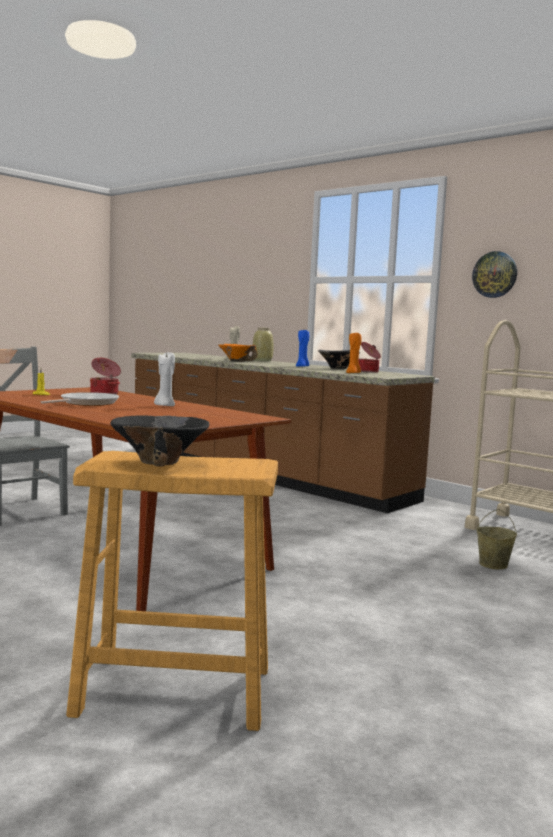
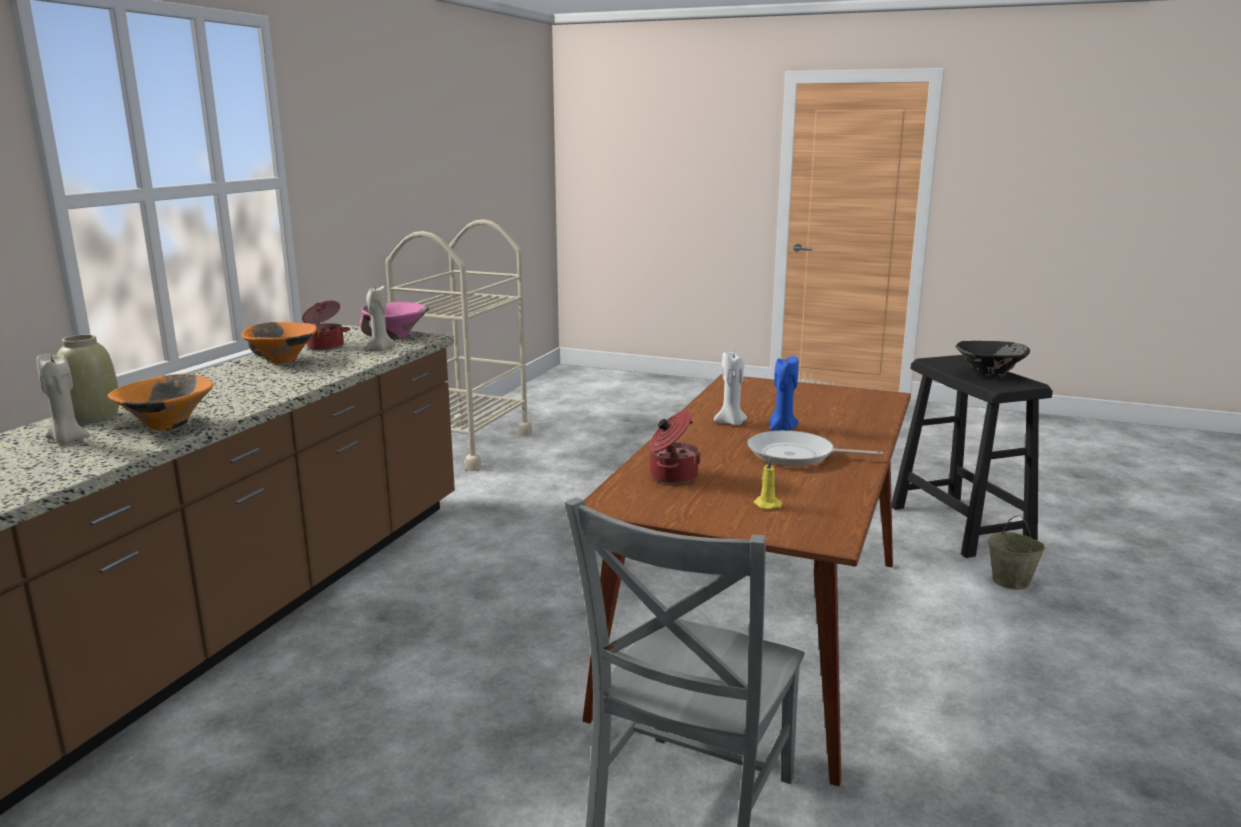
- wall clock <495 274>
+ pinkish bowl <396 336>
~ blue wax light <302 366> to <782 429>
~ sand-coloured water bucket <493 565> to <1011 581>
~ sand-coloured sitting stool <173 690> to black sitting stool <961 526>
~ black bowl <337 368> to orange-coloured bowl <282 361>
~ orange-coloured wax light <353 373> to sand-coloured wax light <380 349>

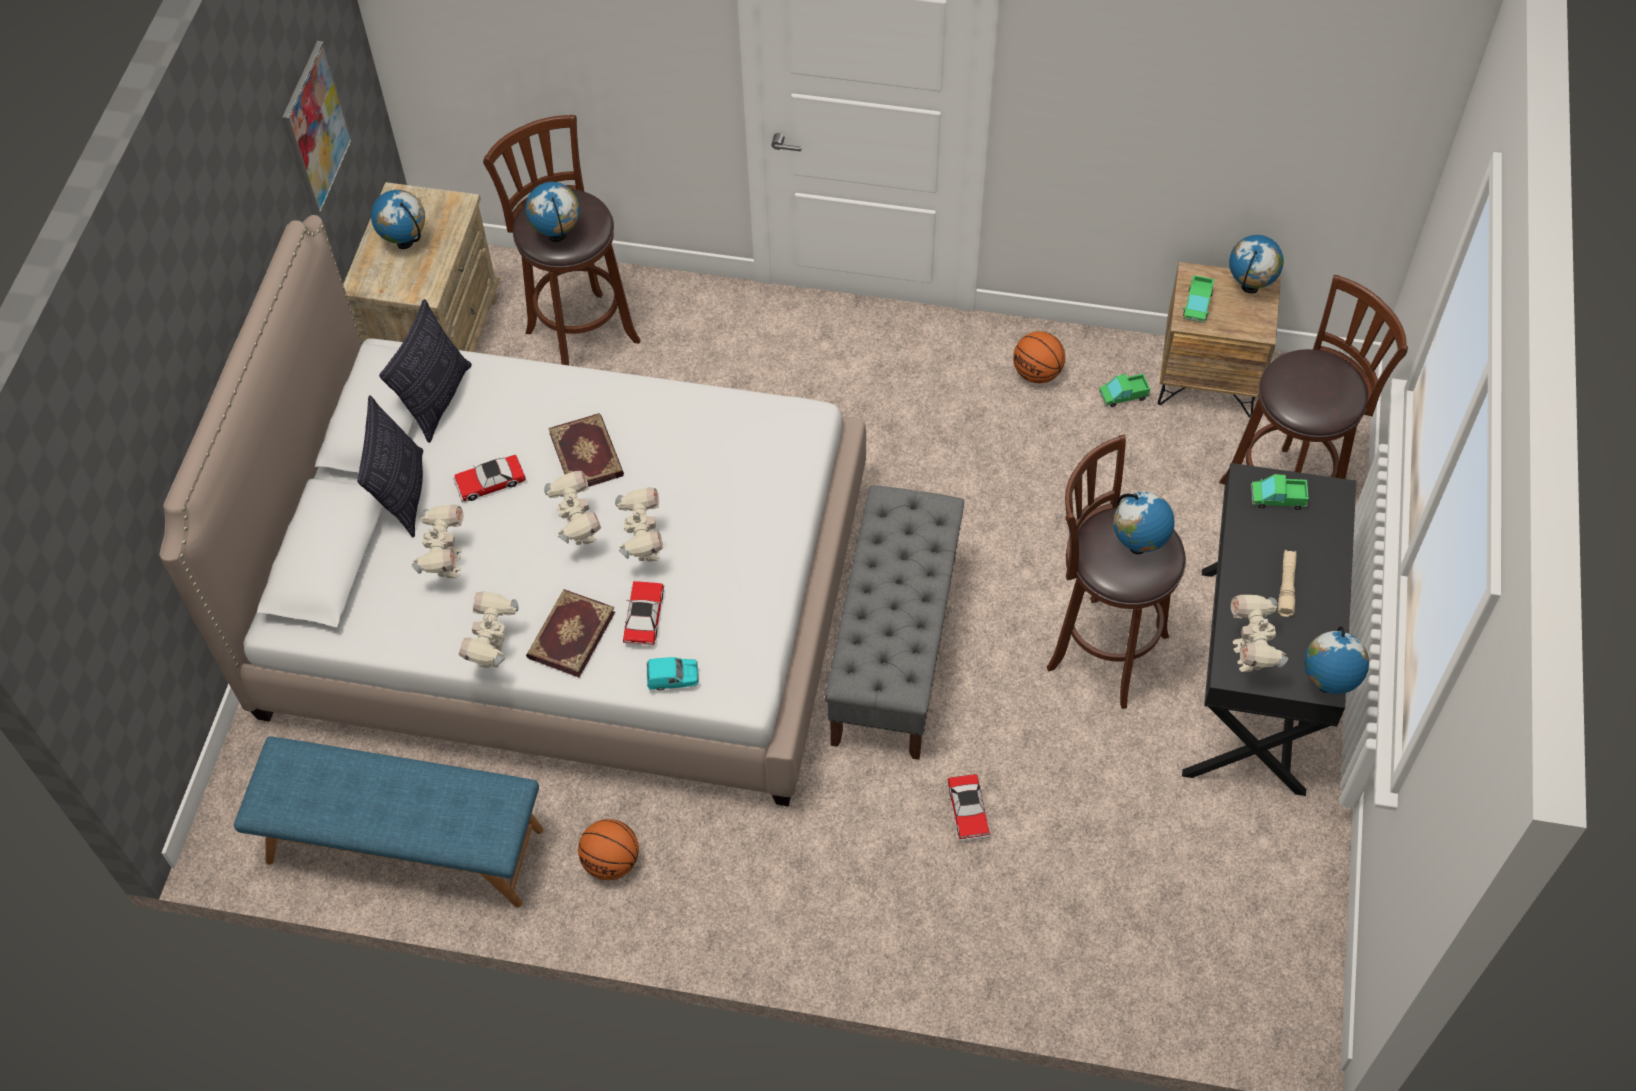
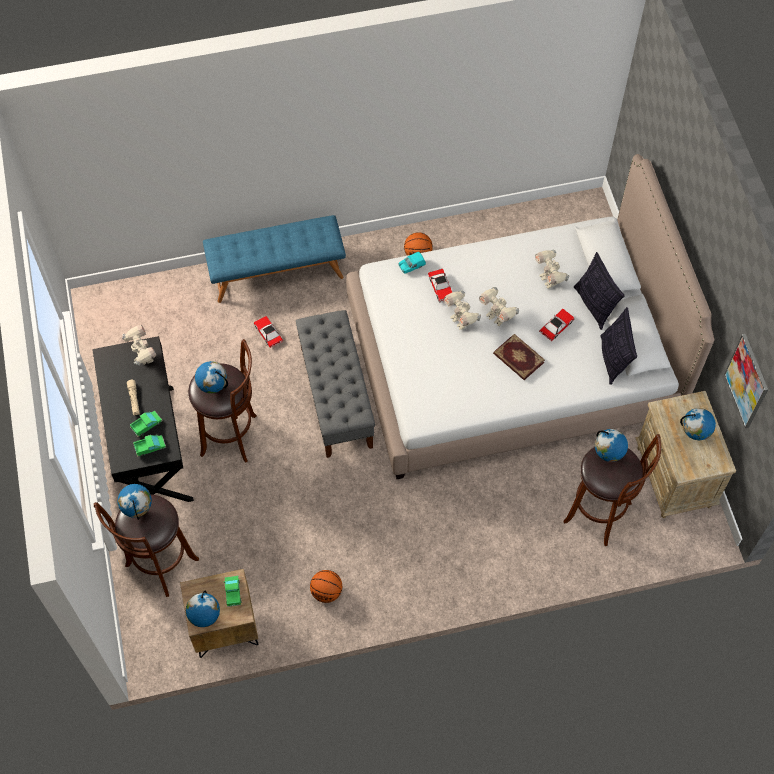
- toy robot <495 653>
- bound book <570 634>
~ blue long seat <404 846> to <277 272>
~ toy truck <1123 395> to <146 425>
~ globe <1326 685> to <138 510>

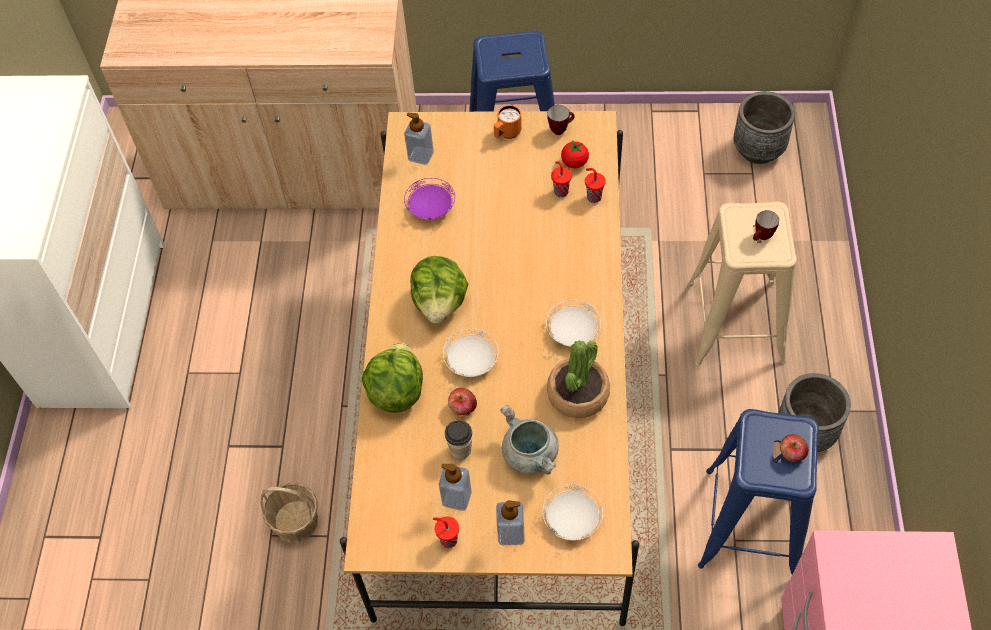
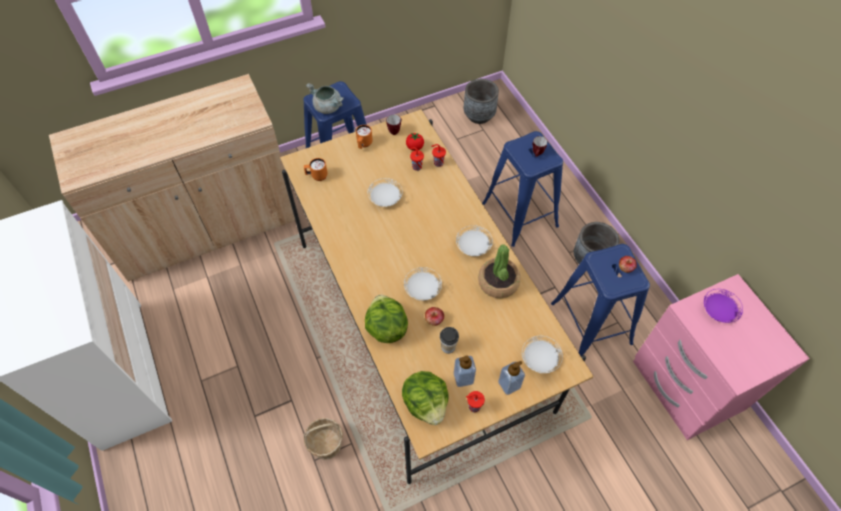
+ whitish dinner plate <385 199>
~ purple-coloured dinner plate <431 208> to <718 311>
~ lettuce head <440 303> to <426 403>
~ greyish cooking pot <531 455> to <328 107>
~ soap bottle <421 156> to orange-coloured coffee mug <317 176>
~ sand-coloured sitting stool <735 321> to blue sitting stool <519 214>

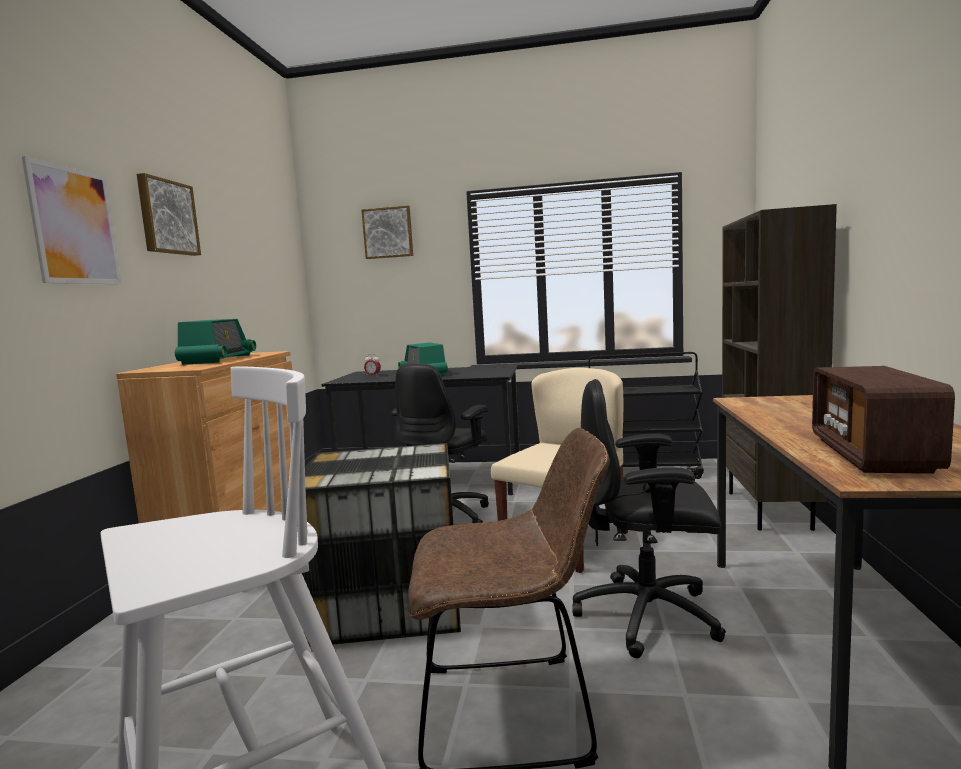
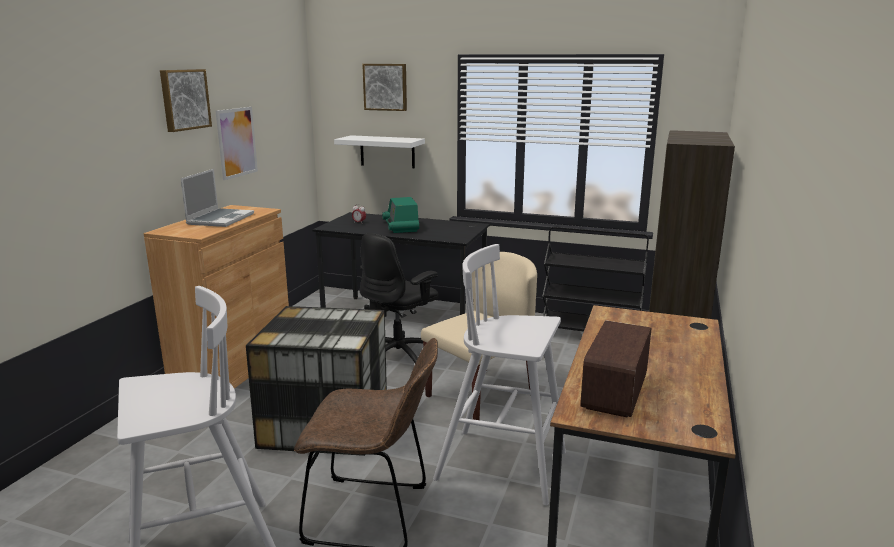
+ whitish wall shelf <387 151>
~ wall picture <74 226> to <237 142>
~ radio set <218 359> to portable computer <220 219>
~ black desk chair <649 616> to whitish sitting stool <504 466>

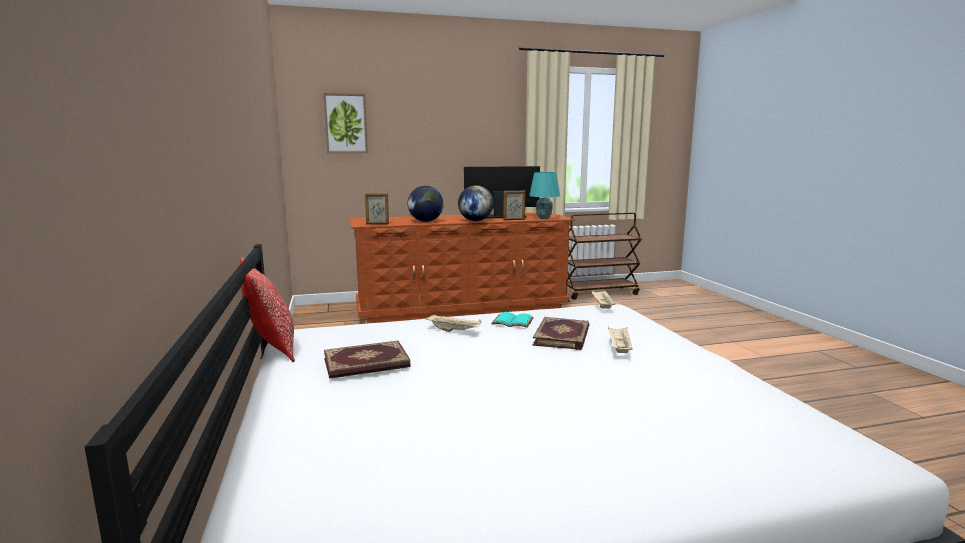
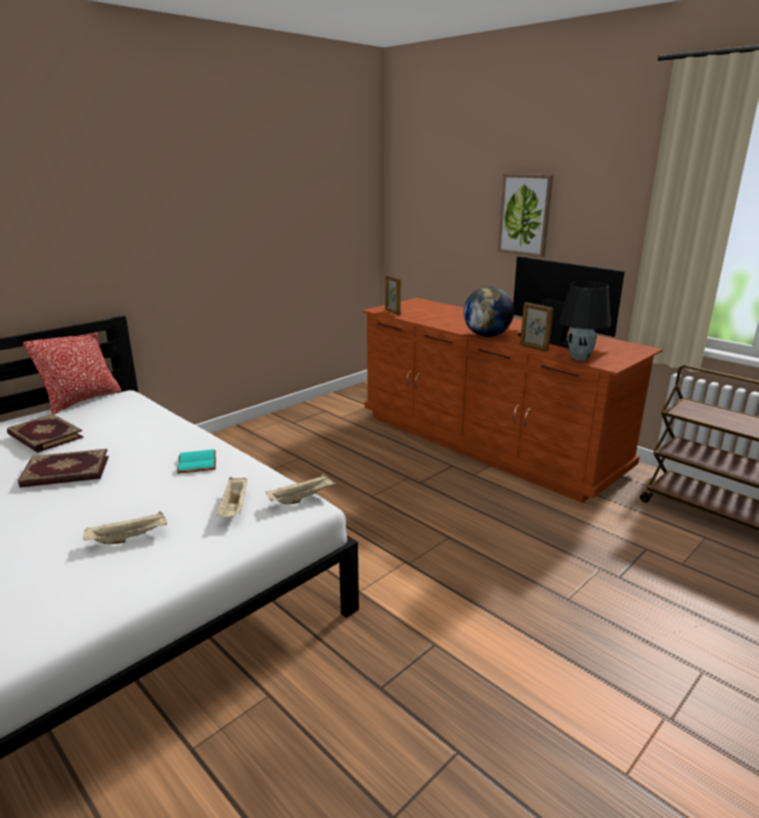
- globe <425 221>
~ wall picture <346 123> to <525 215>
~ sand-coloured tray <454 331> to <234 508>
~ bound book <563 336> to <66 472>
~ turquoise table lamp <544 218> to black table lamp <580 358>

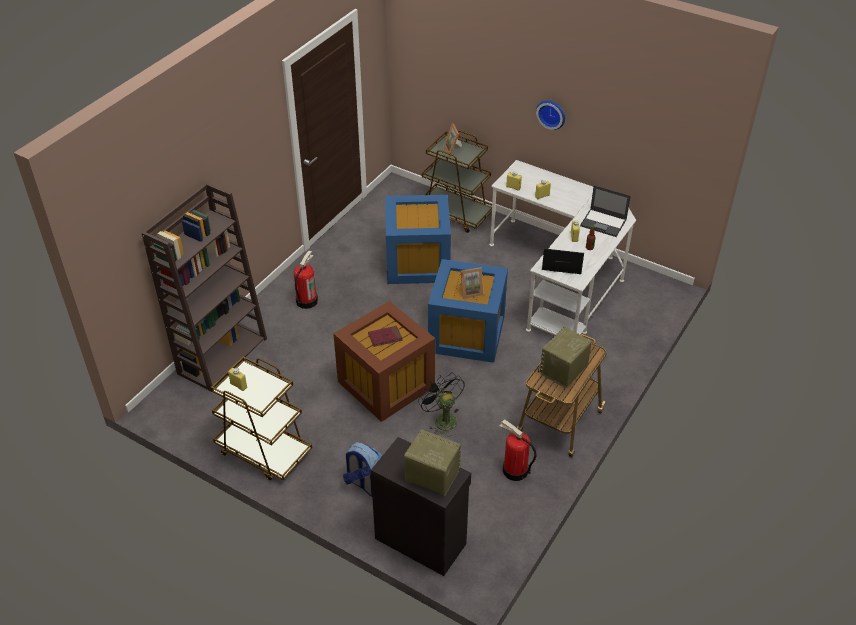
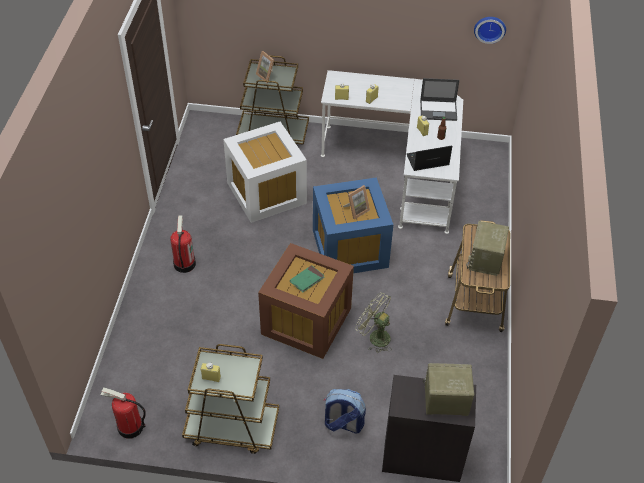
- brown bookshelf <222 355>
~ fire extinguisher <514 470> to <130 427>
~ wall clock <551 113> to <490 28>
~ red-coloured bound book <385 337> to greenish bound book <307 280>
~ blue storage box <418 262> to whitish storage box <267 192>
~ black electric fan <442 419> to greenish electric fan <375 337>

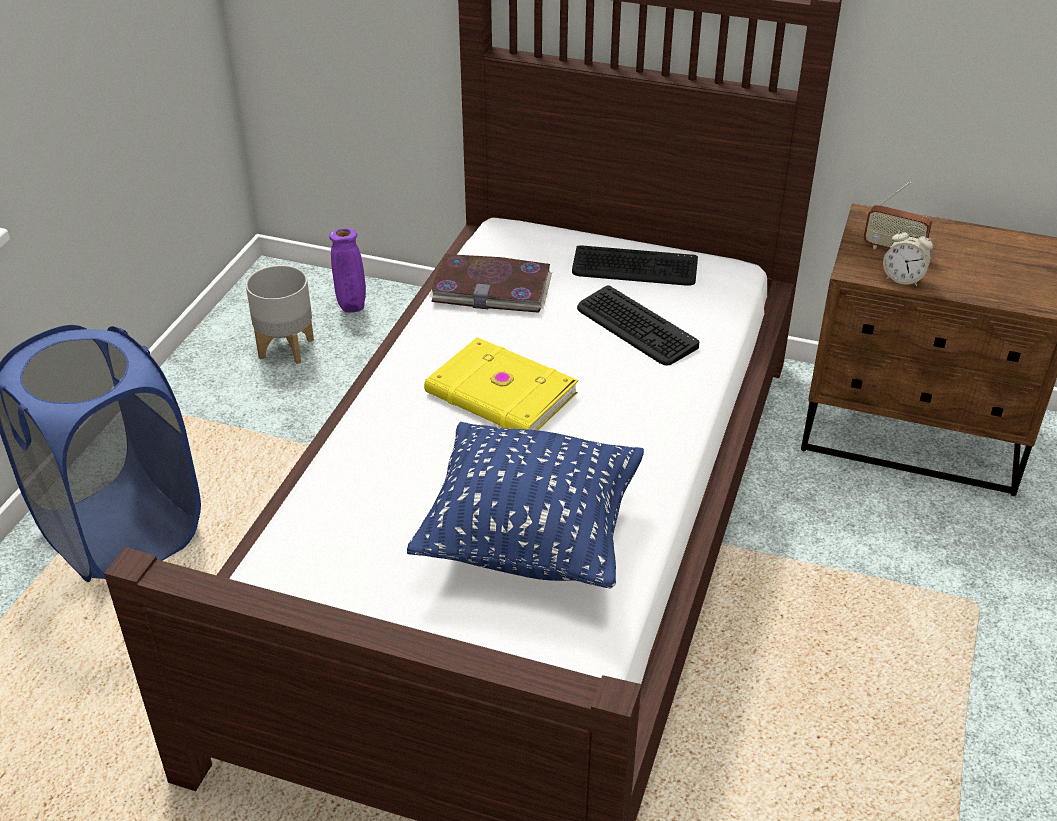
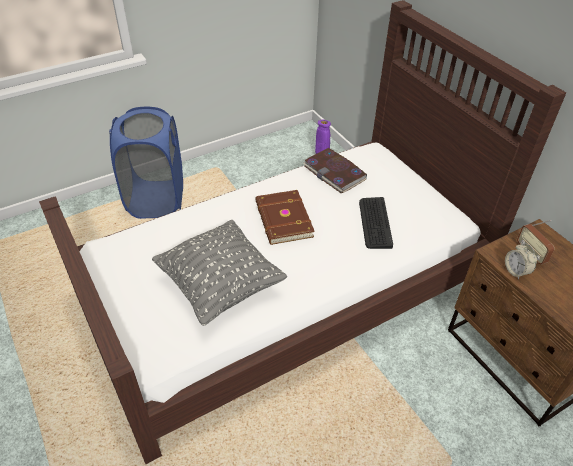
- greyish flower pot <286 348>
- PC keyboard <634 268>
~ blue throw pillow <530 539> to greyish throw pillow <220 286>
~ yellowish bound book <500 395> to brown bound book <282 220>

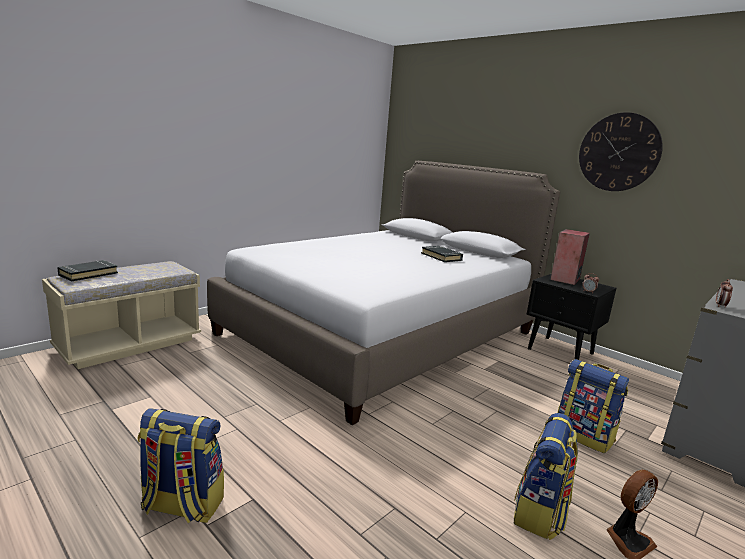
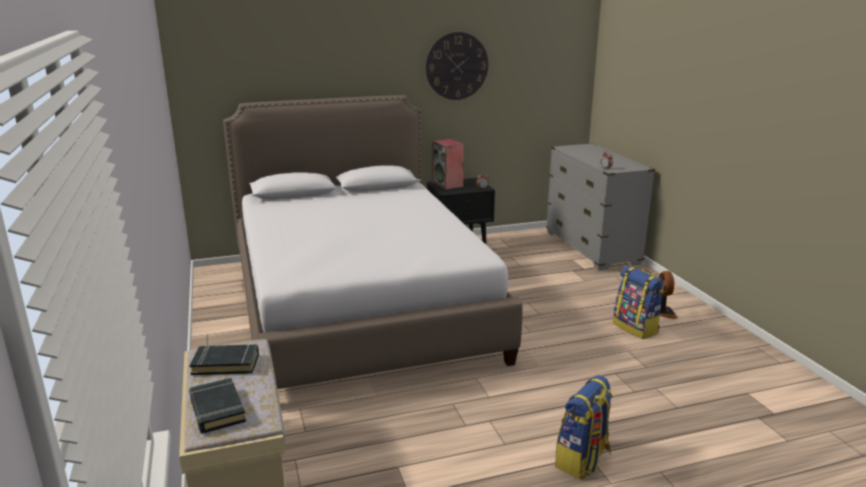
- knapsack <584 436>
~ black bound book <441 257> to <226 364>

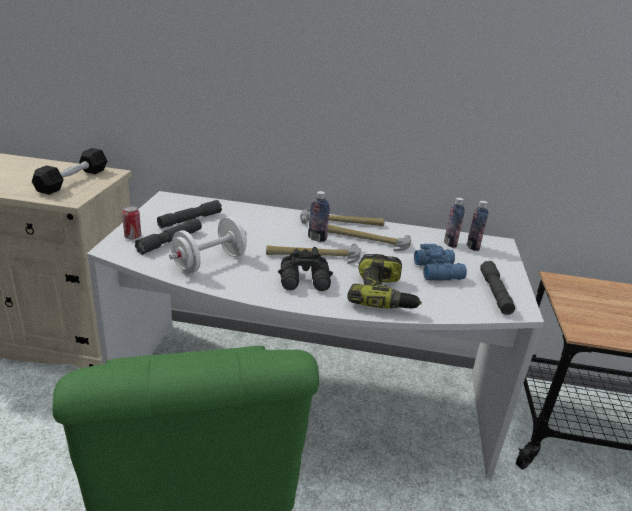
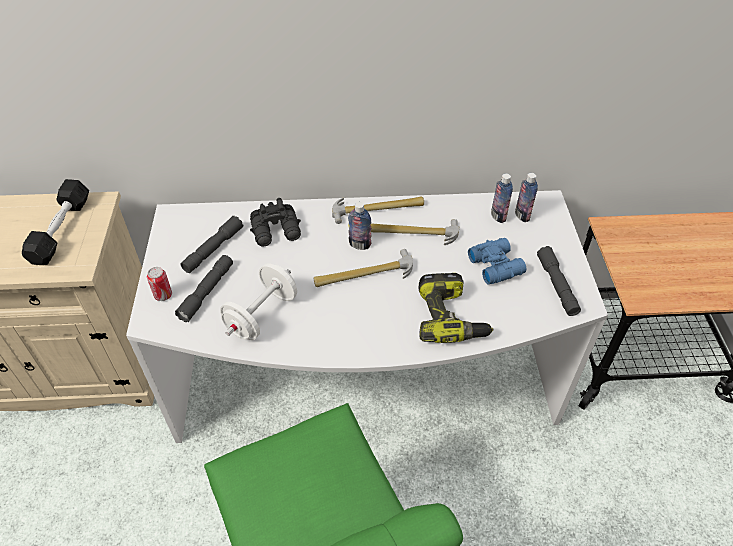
~ black field glasses <305 281> to <277 231>

